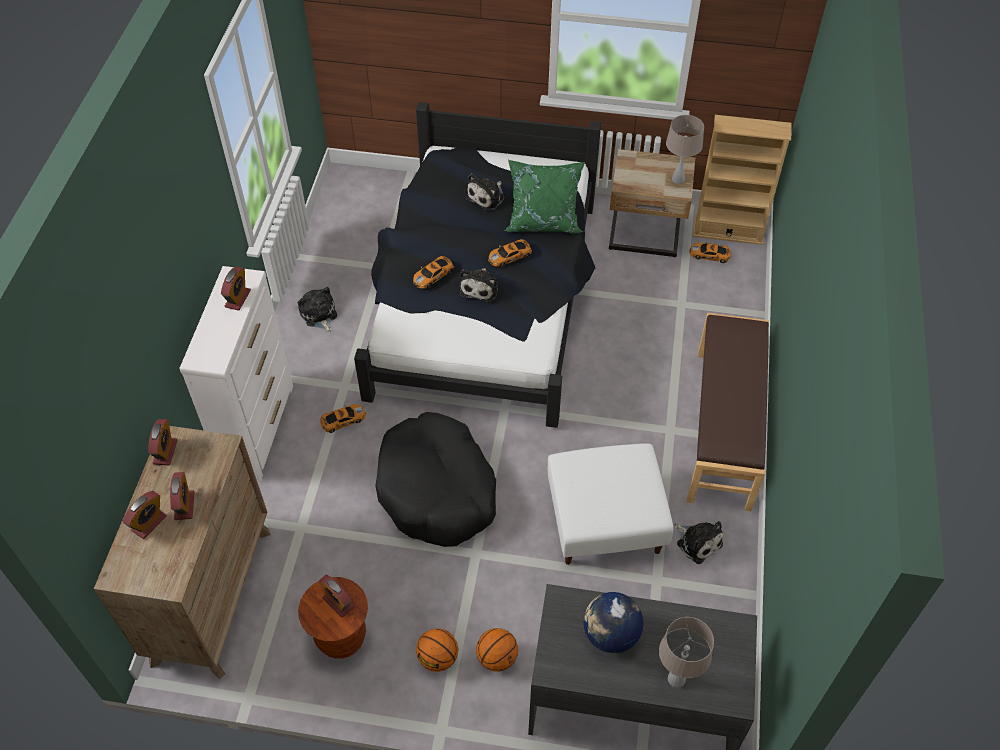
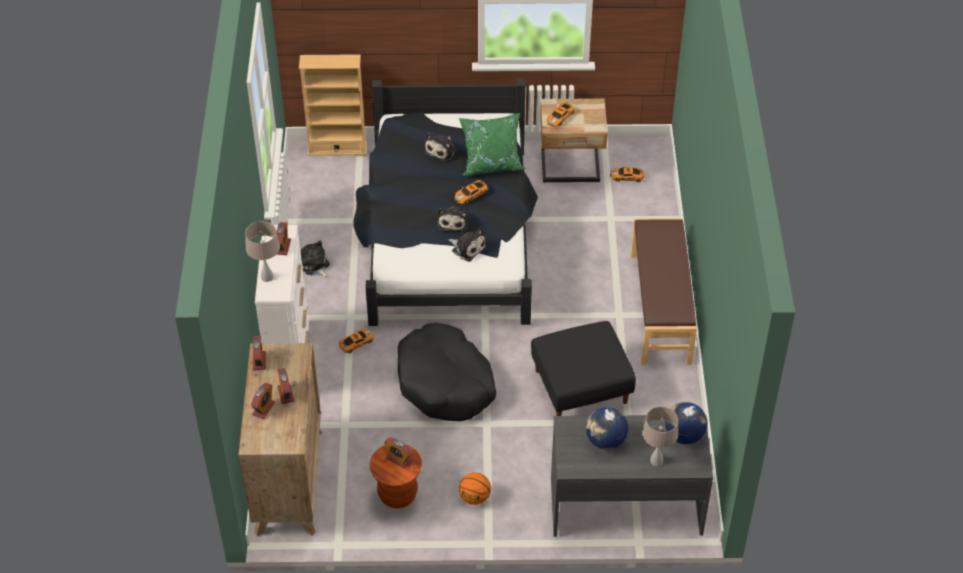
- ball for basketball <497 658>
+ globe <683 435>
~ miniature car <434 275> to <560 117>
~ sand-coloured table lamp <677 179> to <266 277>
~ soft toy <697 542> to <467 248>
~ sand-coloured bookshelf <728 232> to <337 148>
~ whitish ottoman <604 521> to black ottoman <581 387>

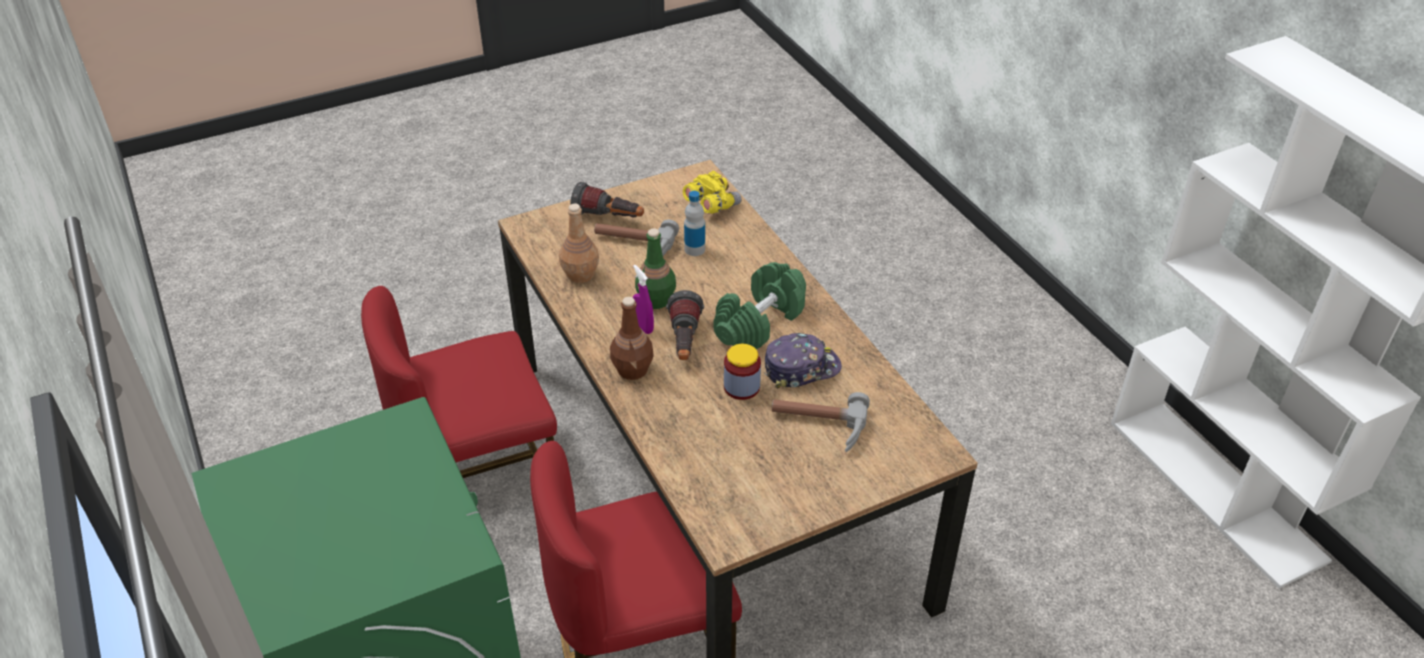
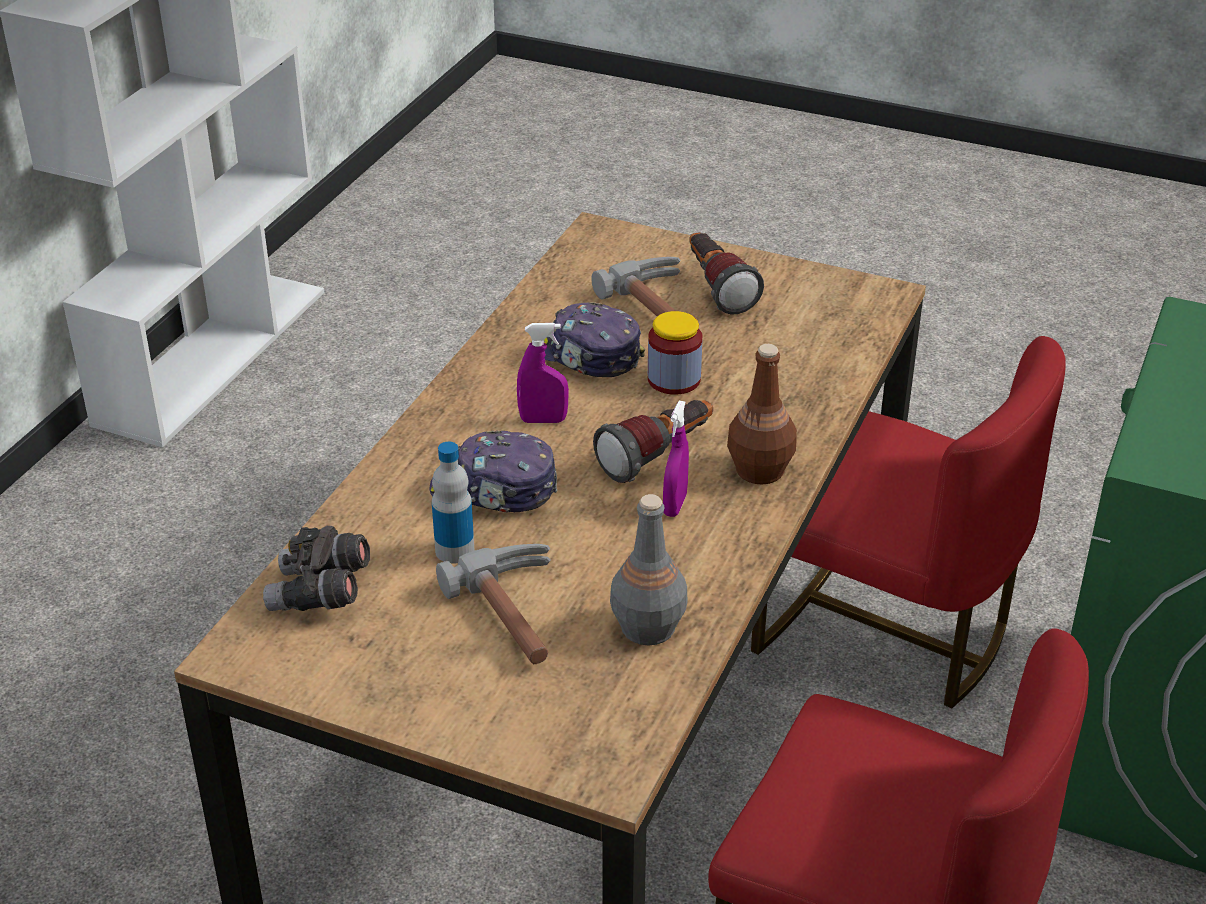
- greenish bottle <656 300>
+ peaked cap <494 490>
~ flashlight <609 218> to <716 288>
~ greenish hand weight <759 322> to purple-coloured spray bottle <543 420>
~ brown bottle <580 274> to greyish bottle <648 628>
~ yellowish field glasses <711 205> to greyish field glasses <320 594>

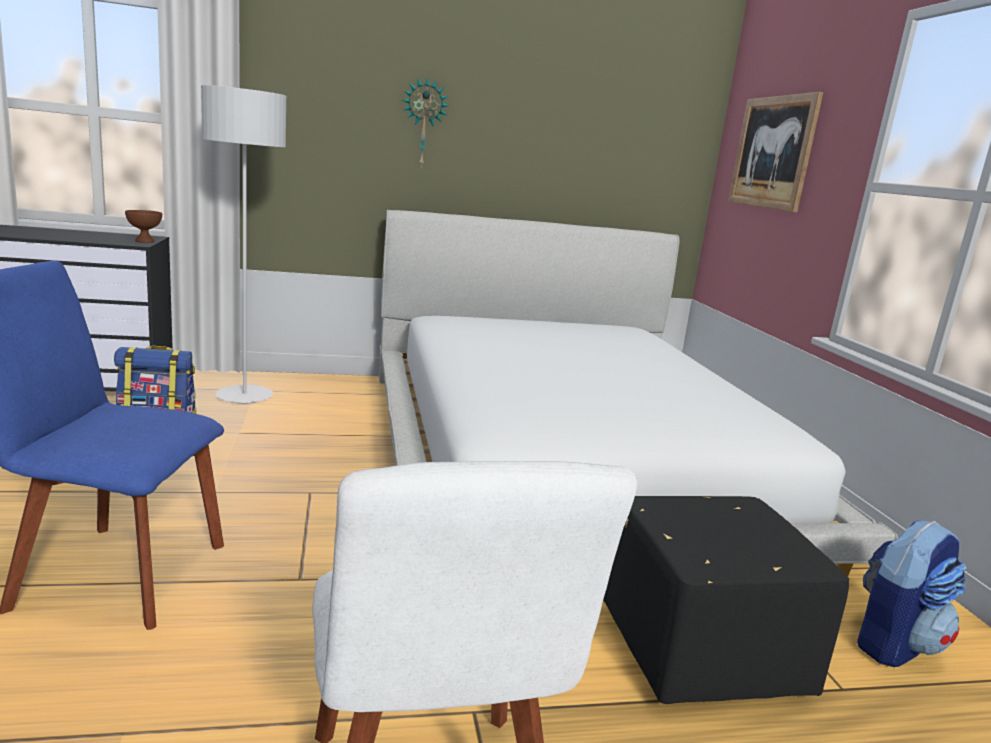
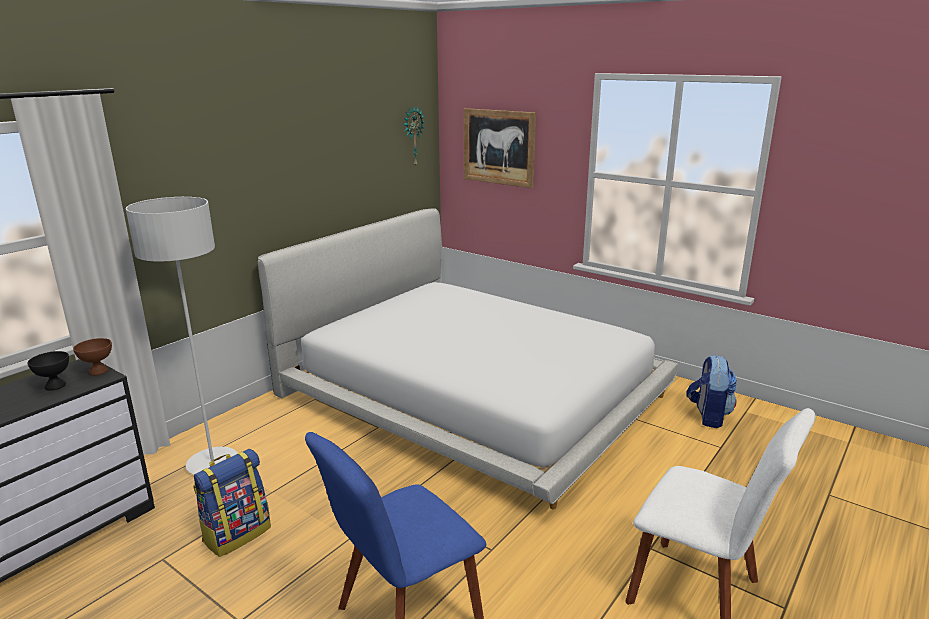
- black ottoman <700 651>
+ black bowl <56 386>
~ wall clock <423 123> to <412 136>

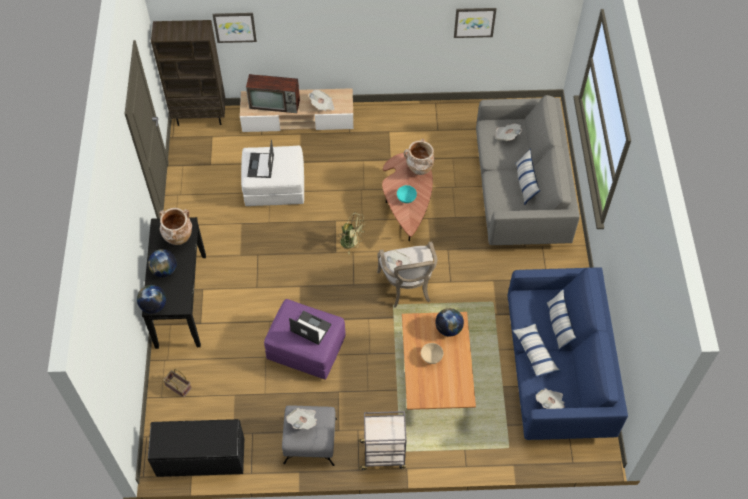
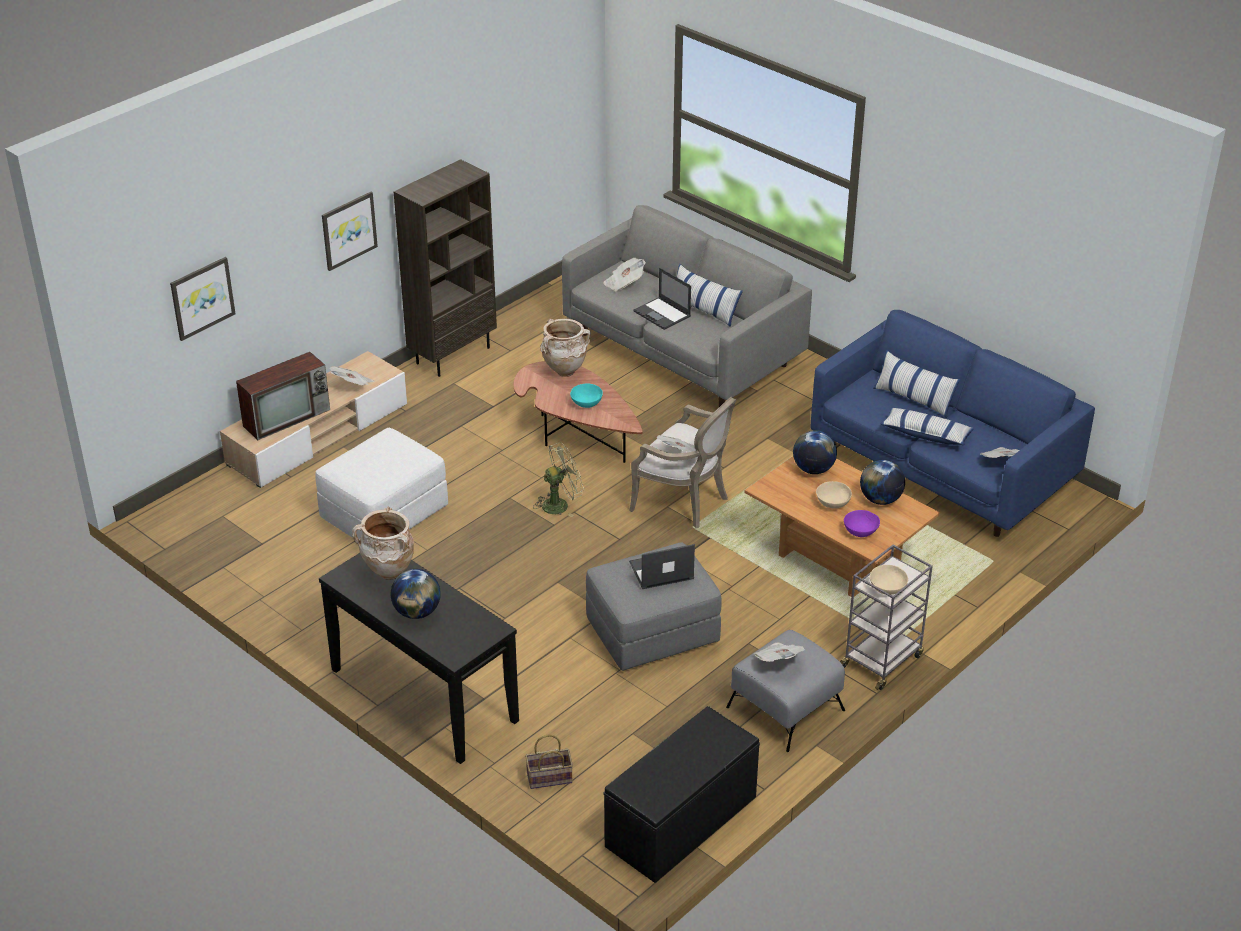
+ purple-coloured bowl <860 532>
+ sand-coloured bowl <887 589>
~ globe <154 306> to <880 499>
~ brown bookshelf <200 116> to <453 355>
~ portable computer <261 166> to <662 314>
~ wall picture <474 22> to <348 230>
~ purple-coloured ottoman <306 348> to greyish ottoman <652 631>

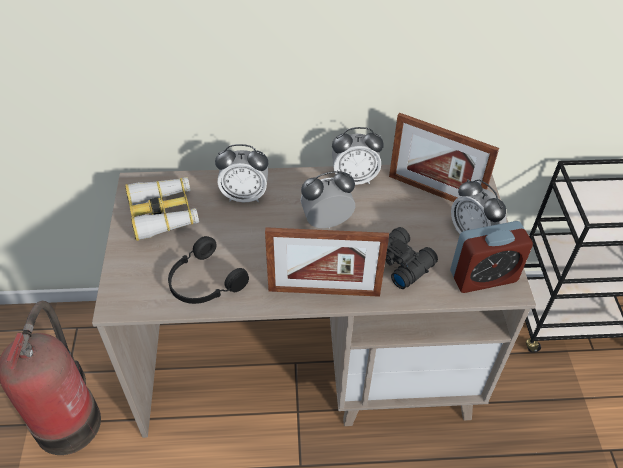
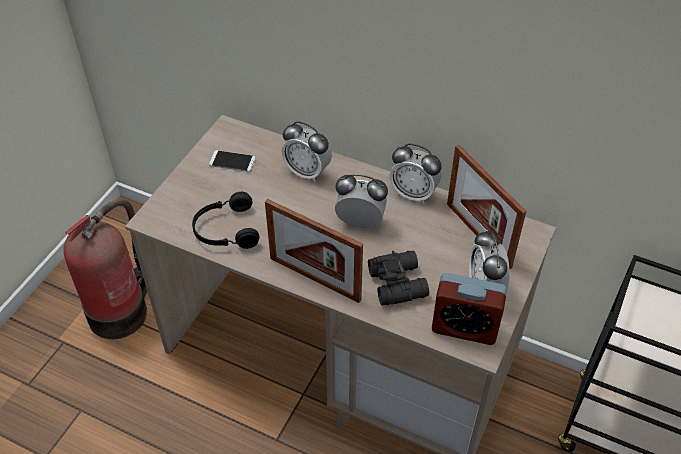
~ field glasses <163 213> to handset <232 161>

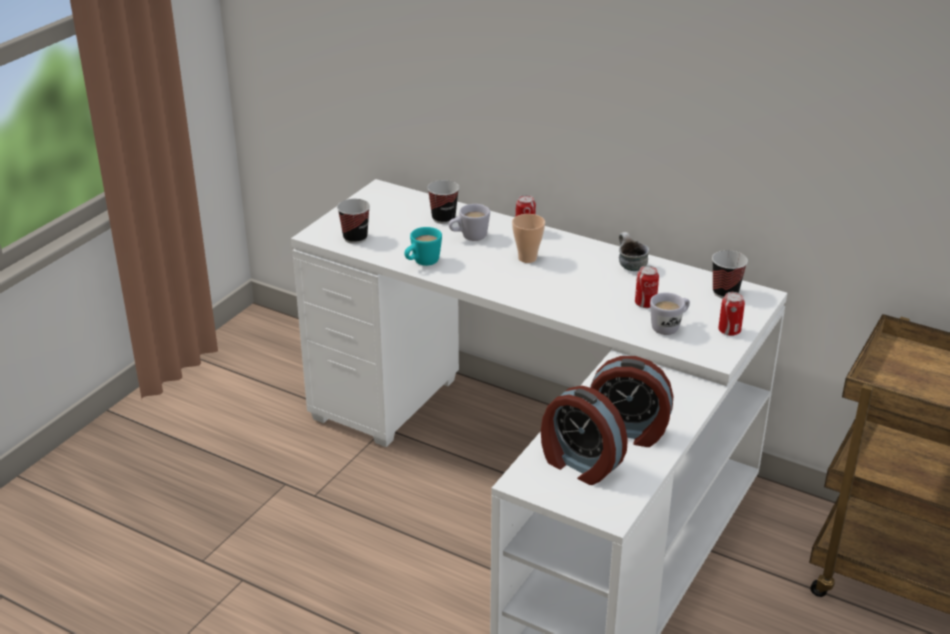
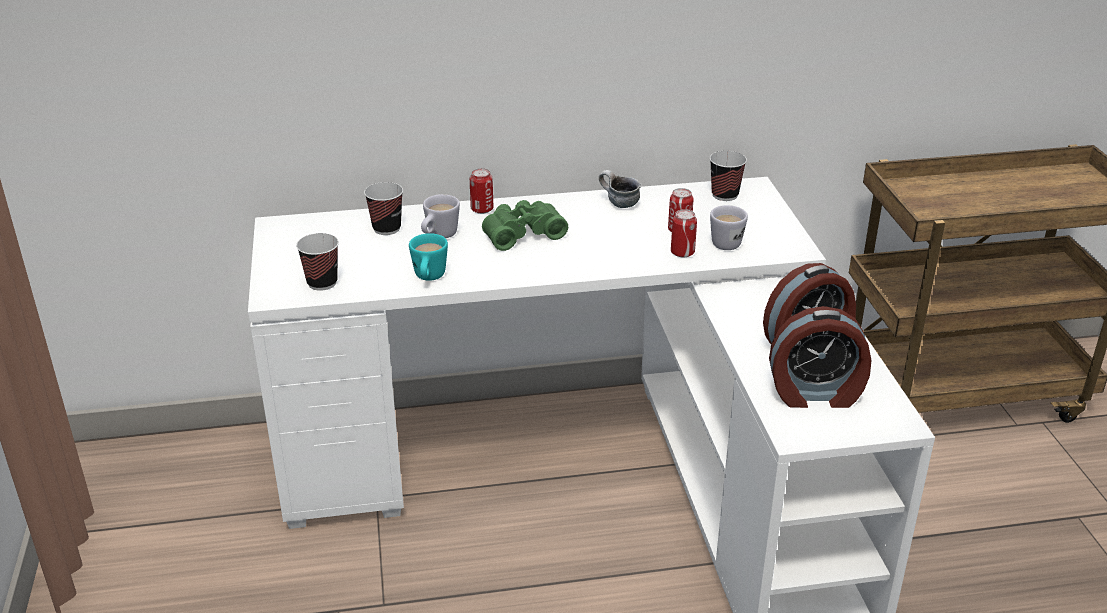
~ metal can <729 331> to <682 253>
~ cup <527 258> to greenish field glasses <522 233>

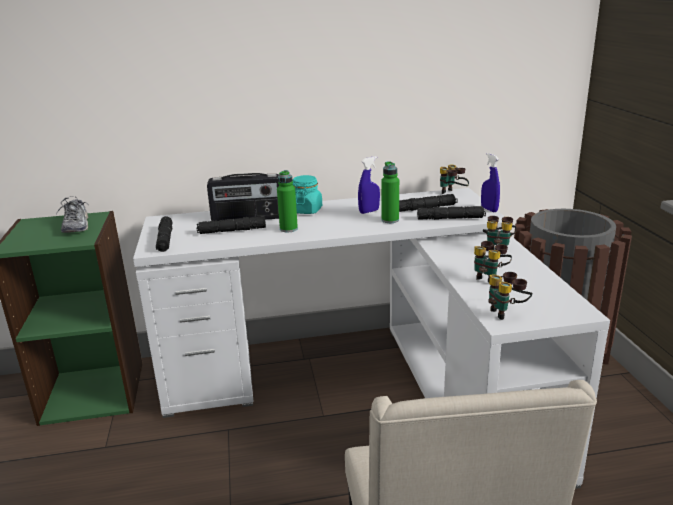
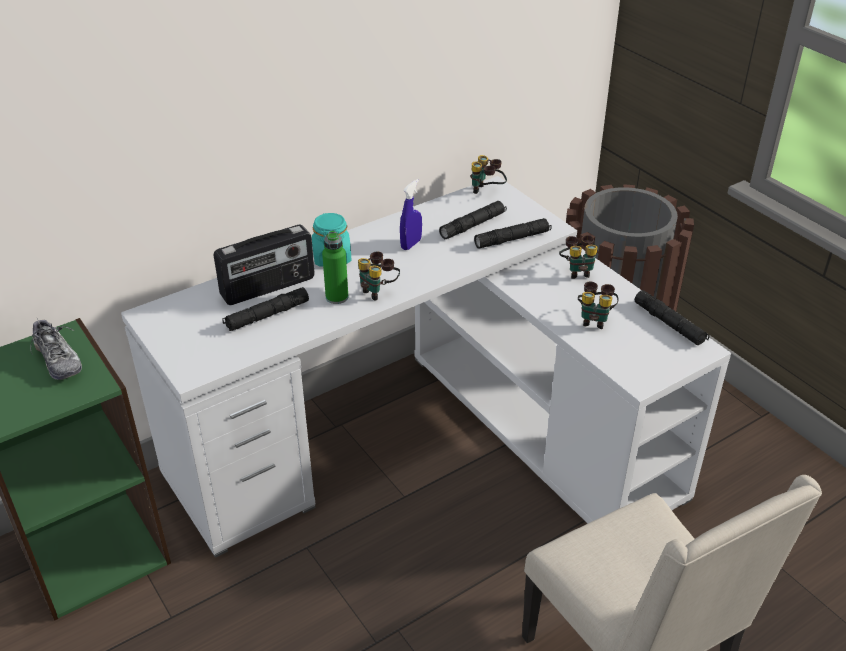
- greenish bottle <390 220>
- blue spray bottle <489 209>
~ black flashlight <165 239> to <669 324>
~ field glasses <507 313> to <379 291>

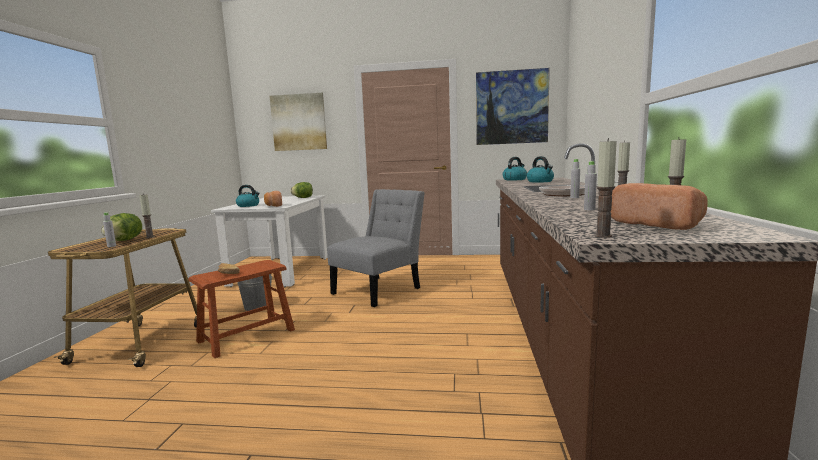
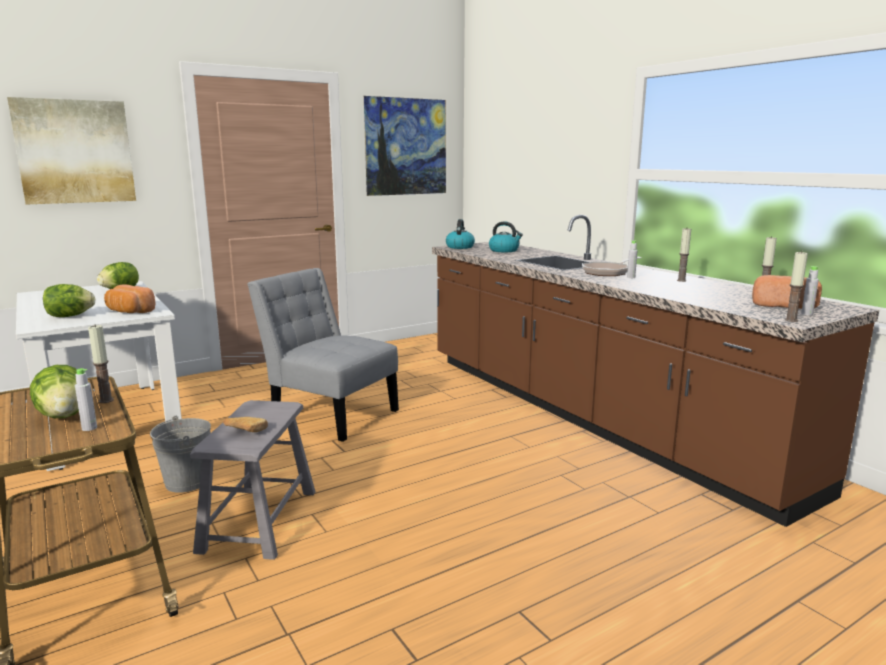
~ greyish bottle <589 209> to <807 314>
~ water kettle <248 205> to lettuce head <70 316>
~ brown sitting stool <246 335> to greyish sitting stool <259 520>
~ greyish chair <380 290> = <330 414> 60 degrees counterclockwise

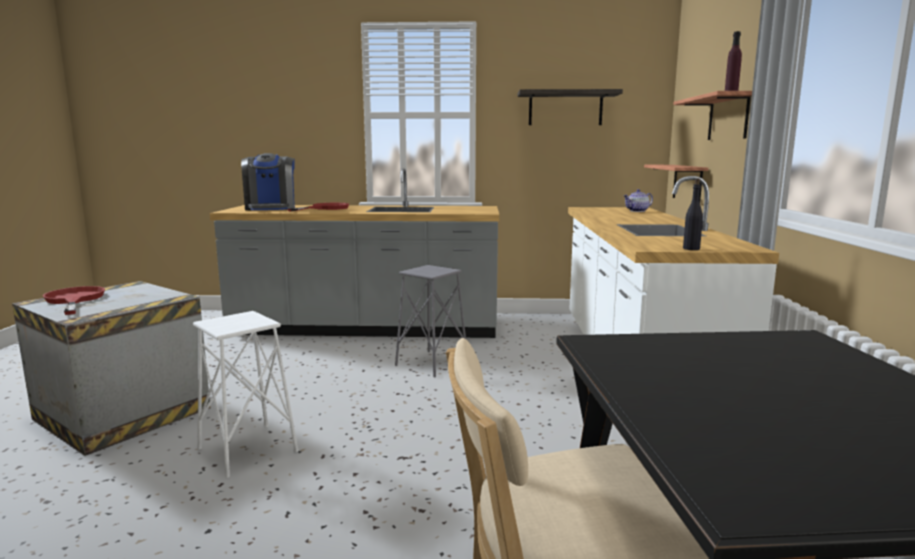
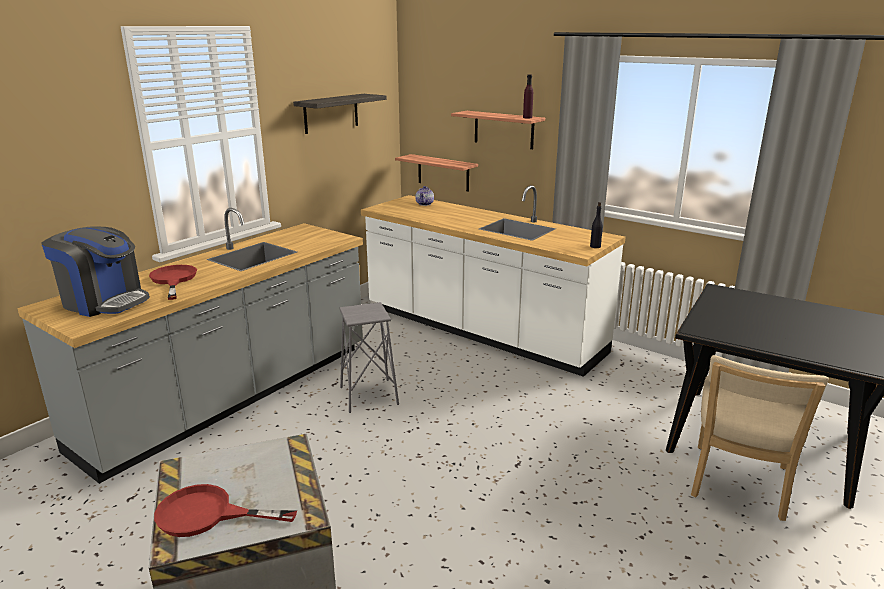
- whitish sitting stool <248 450>

